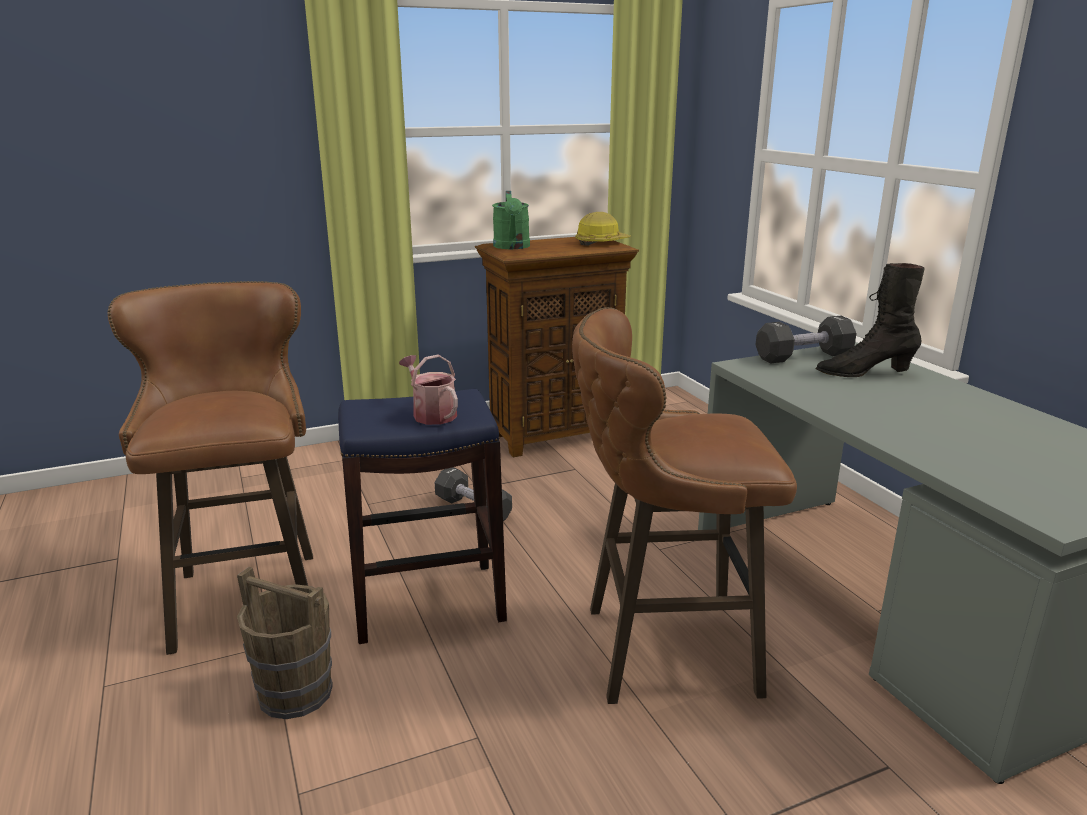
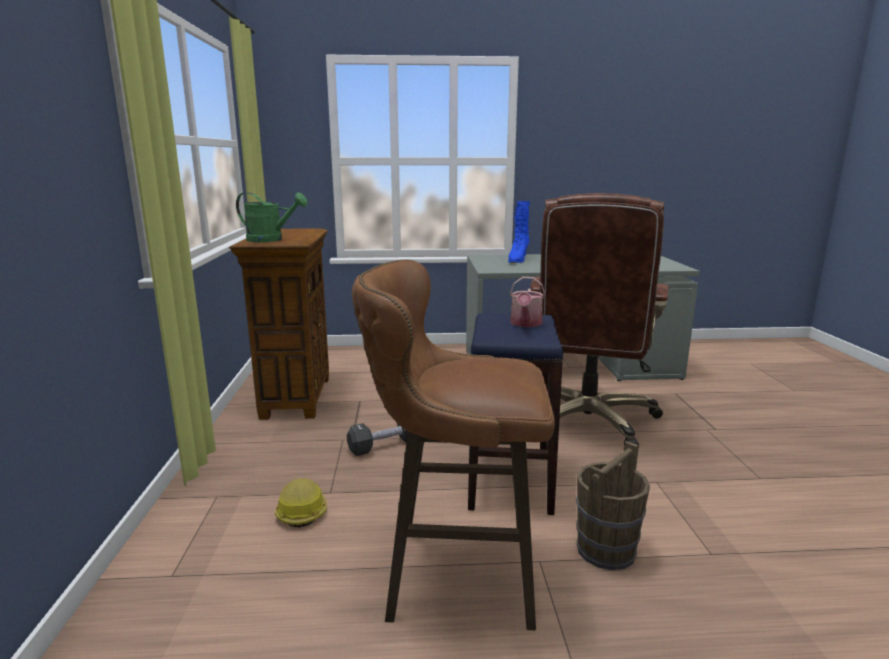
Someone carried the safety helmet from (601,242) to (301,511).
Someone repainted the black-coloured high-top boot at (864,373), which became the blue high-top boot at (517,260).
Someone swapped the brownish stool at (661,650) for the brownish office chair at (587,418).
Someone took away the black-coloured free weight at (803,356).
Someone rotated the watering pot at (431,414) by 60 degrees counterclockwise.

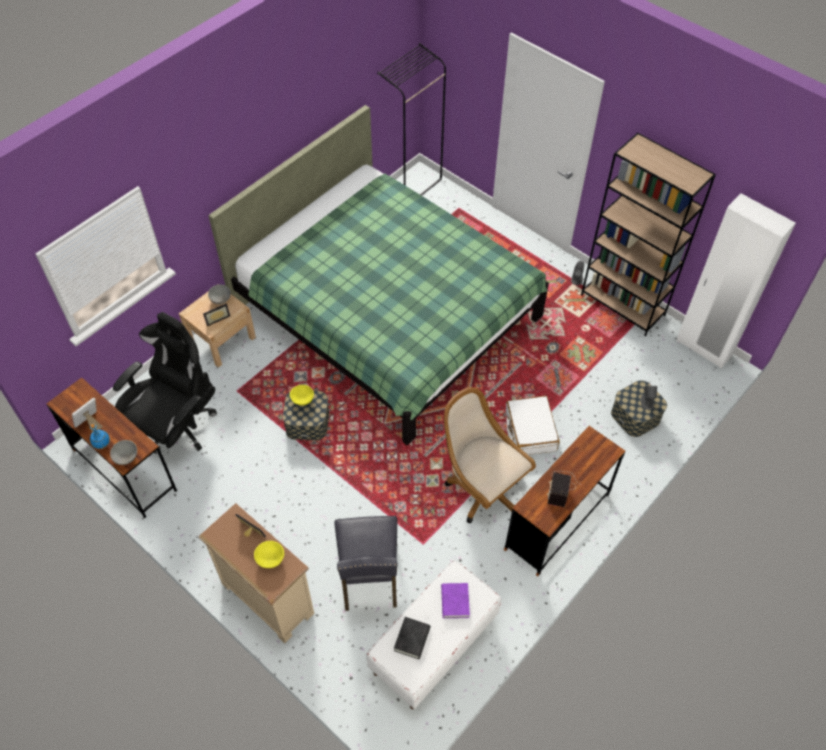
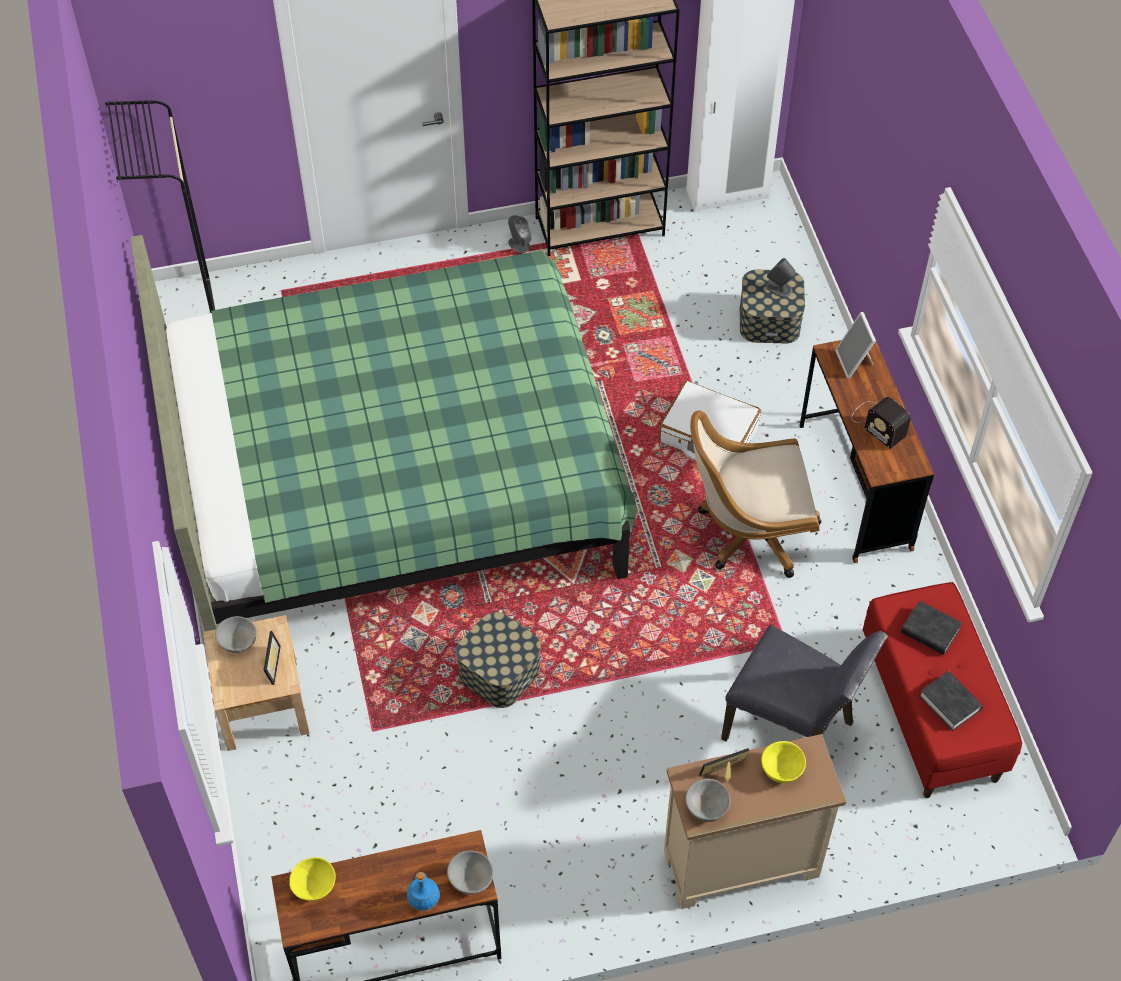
Someone took away the black-coloured office chair at (176,429).
Someone carried the yellow bowl from (302,400) to (315,887).
Someone carried the picture frame from (90,424) to (854,362).
Someone repainted the white long seat at (433,646), which became the reddish long seat at (931,712).
Someone repainted the purple volume at (455,602), which became the black-coloured volume at (930,631).
Someone put down the grey bowl at (706,808).

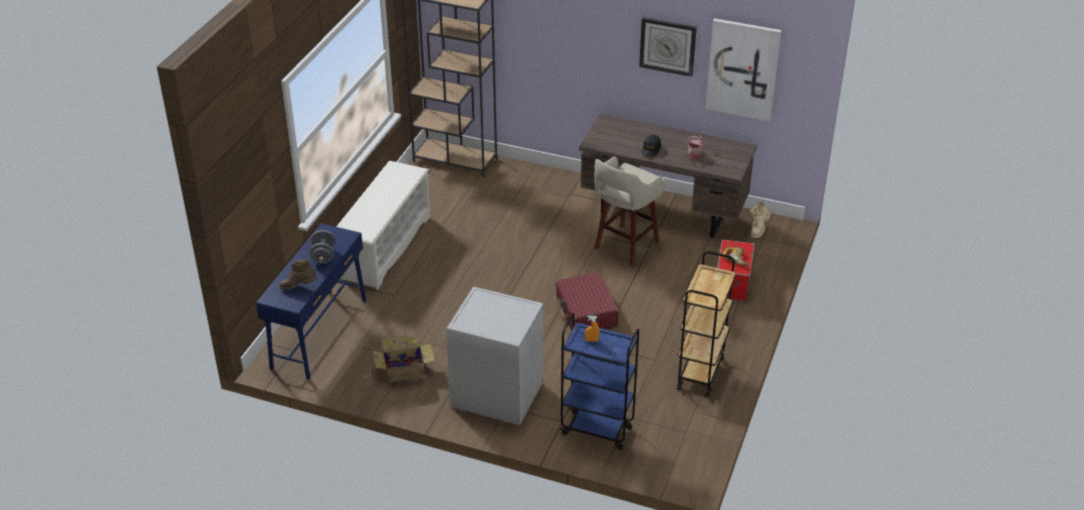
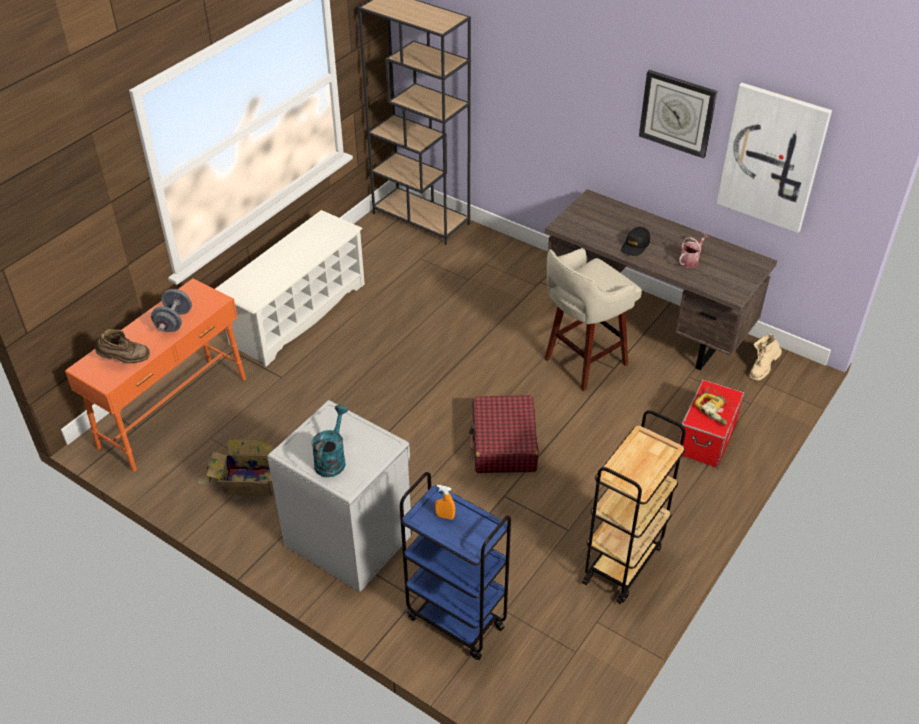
Someone repainted the blue console table at (320,334), which became the orange console table at (174,413).
Someone rotated the brownish high-top boot at (299,288) by 150 degrees clockwise.
Someone put down the turquoise-coloured watering pot at (332,459).

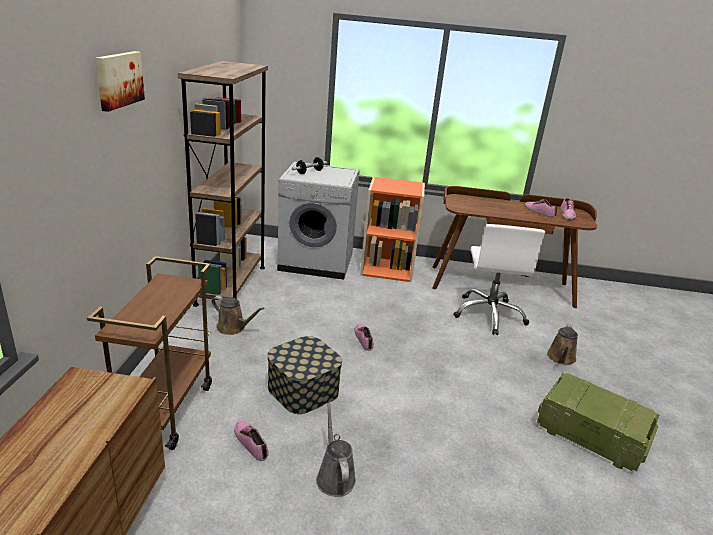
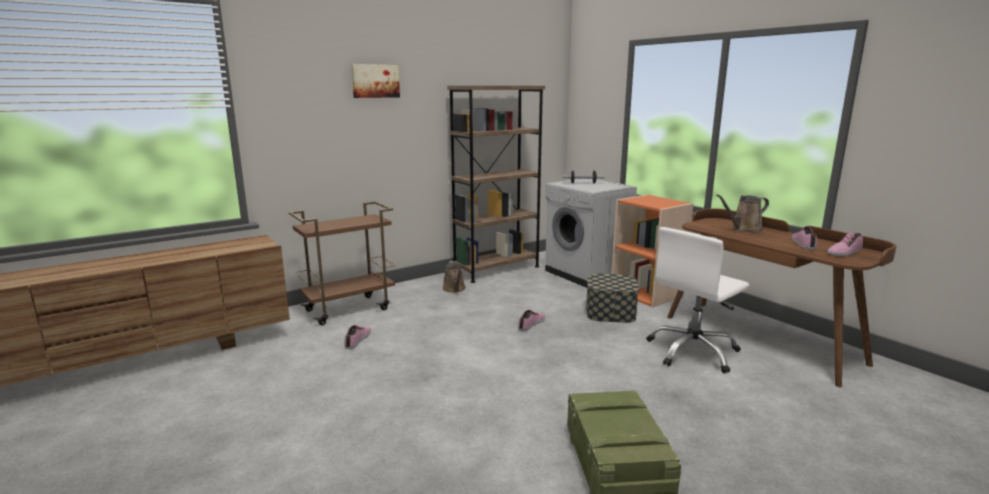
Someone carried the brownish watering pot from (561,358) to (744,229).
Someone carried the storage box from (303,389) to (610,312).
Someone took away the grey watering pot at (334,476).

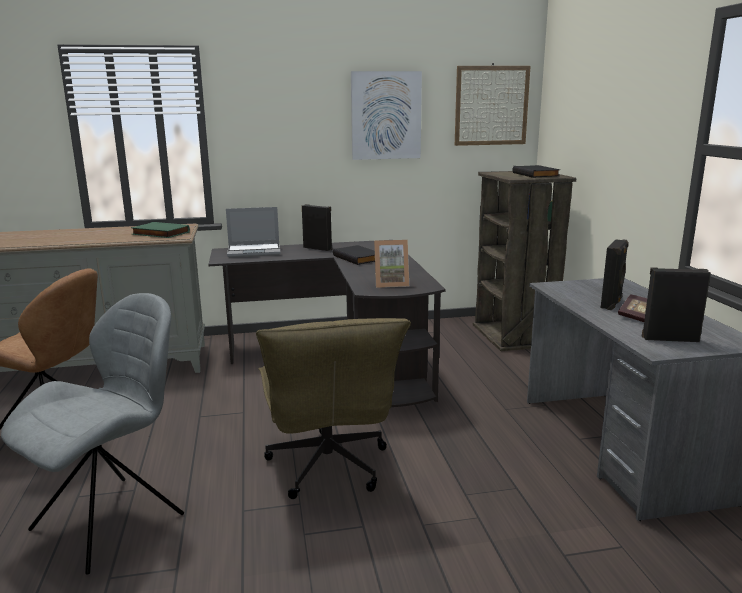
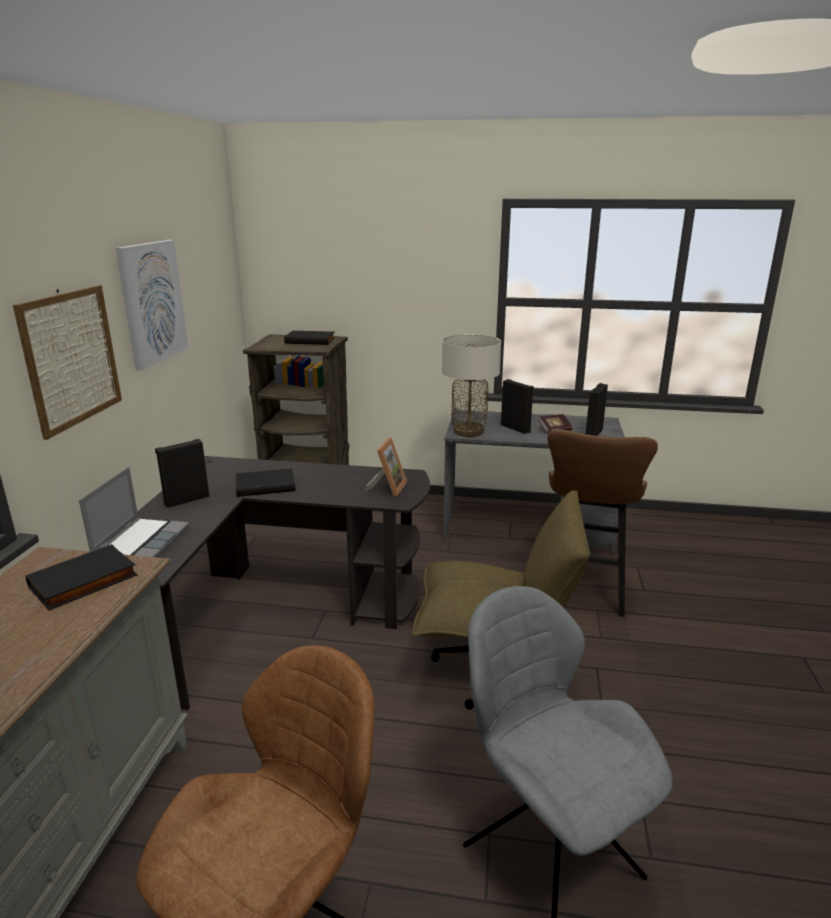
Someone carried the wall picture from (491,104) to (71,356).
Someone repainted the greenish volume at (159,233), which became the black-coloured volume at (83,582).
Someone put down the table lamp at (468,431).
Someone put down the brownish stool at (583,594).

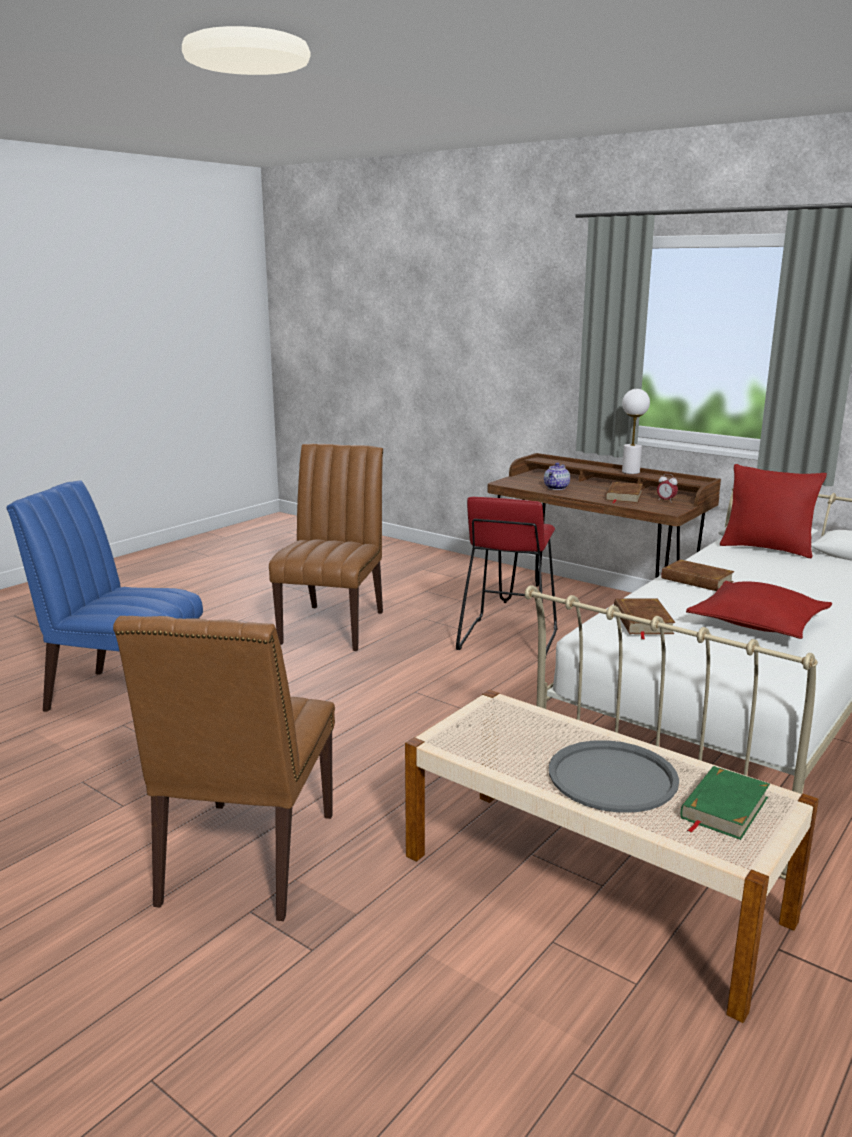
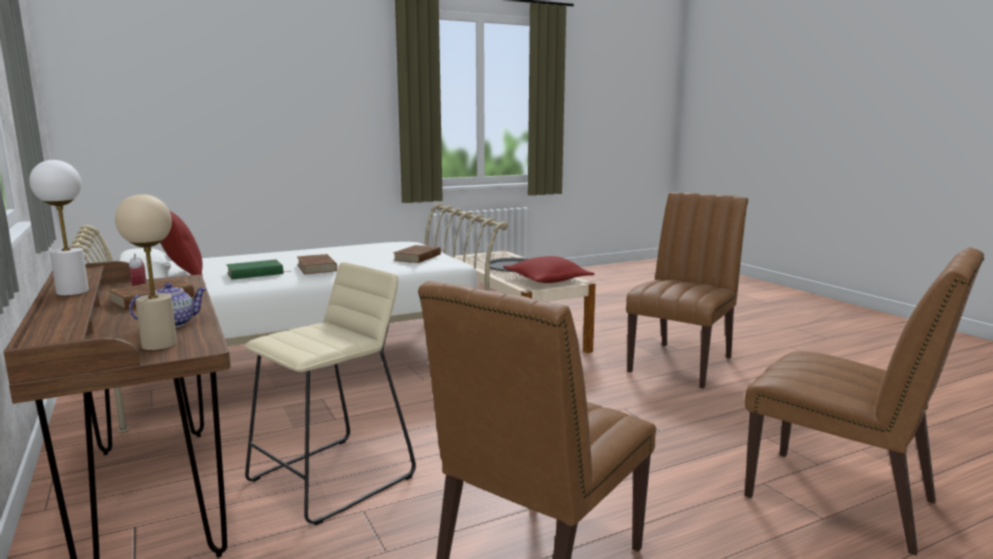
Someone repainted the blue plain chair at (126,698), which became the brownish plain chair at (838,498).
Someone repainted the reddish stool at (507,638), which became the beige-coloured stool at (332,479).
Someone carried the reddish pillow from (757,623) to (547,280).
Someone carried the greenish volume from (723,808) to (255,273).
Someone put down the beige-coloured table lamp at (159,345).

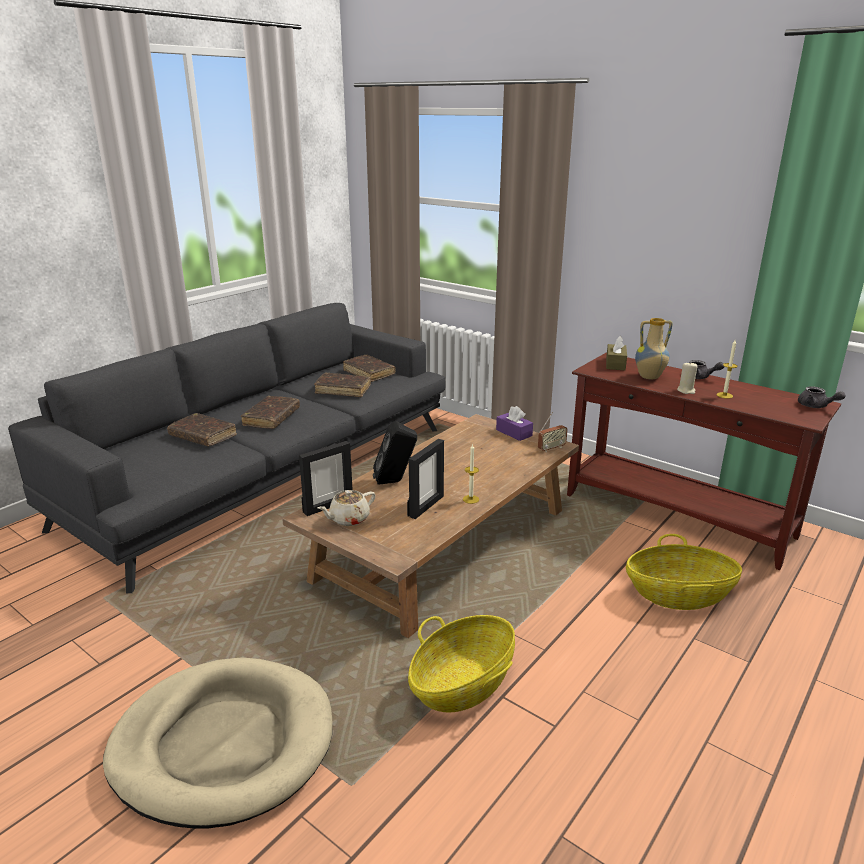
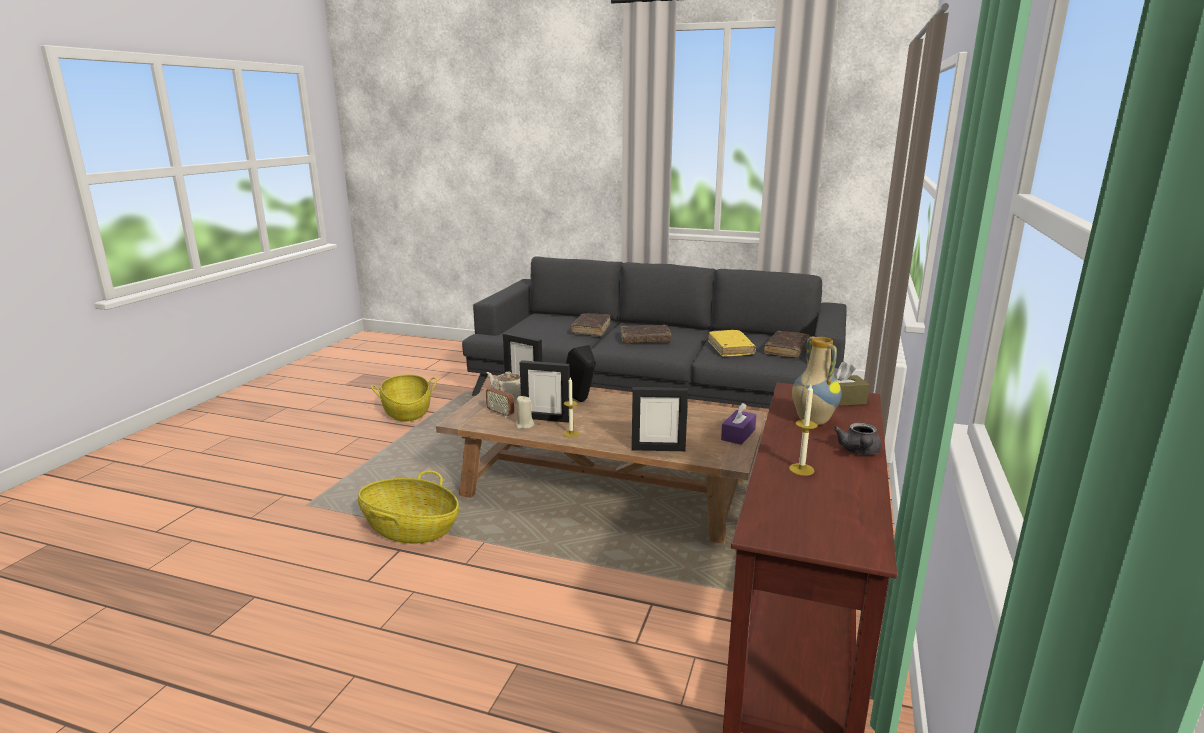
Someone carried the beige-coloured wax light from (686,391) to (524,425).
Someone repainted the brownish volume at (343,390), which became the yellow volume at (730,349).
Someone took away the grey tea pot at (816,406).
Someone carried the radio set from (551,448) to (500,413).
Someone carried the basket from (678,595) to (407,411).
Someone took away the beige-coloured dog bed at (224,744).
Someone put down the picture frame at (658,448).

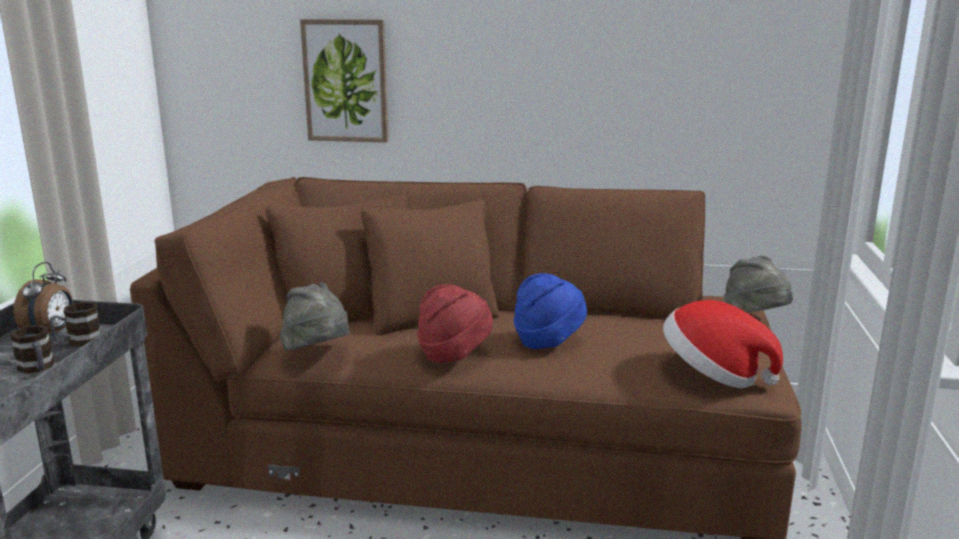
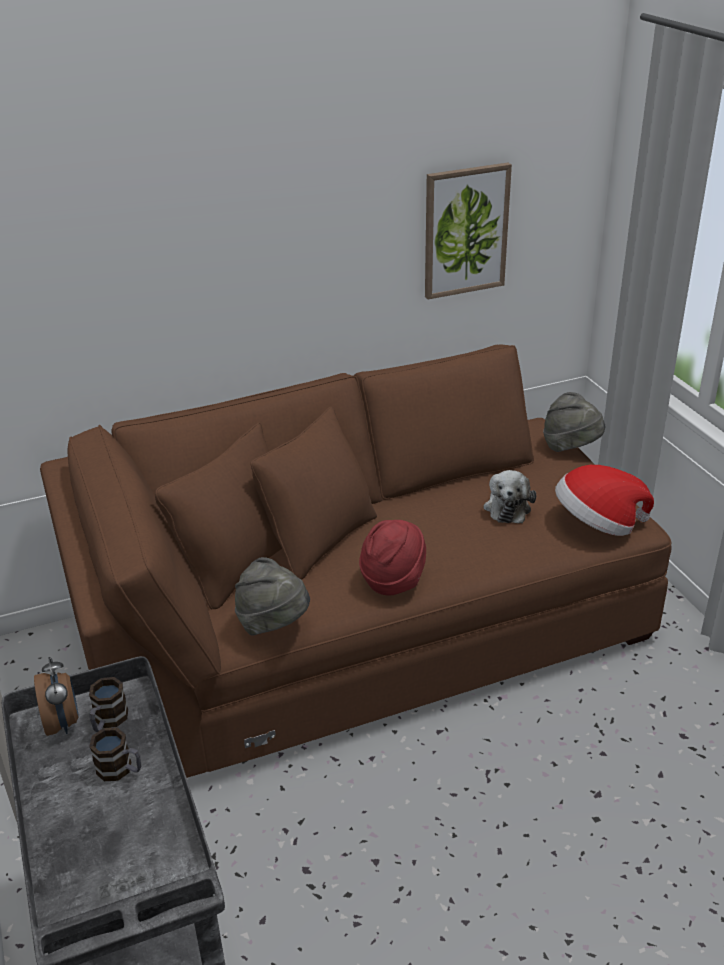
Someone carried the wall picture from (346,81) to (465,231).
Someone took away the blue wearable hat at (548,341).
Someone put down the plush toy at (507,507).

